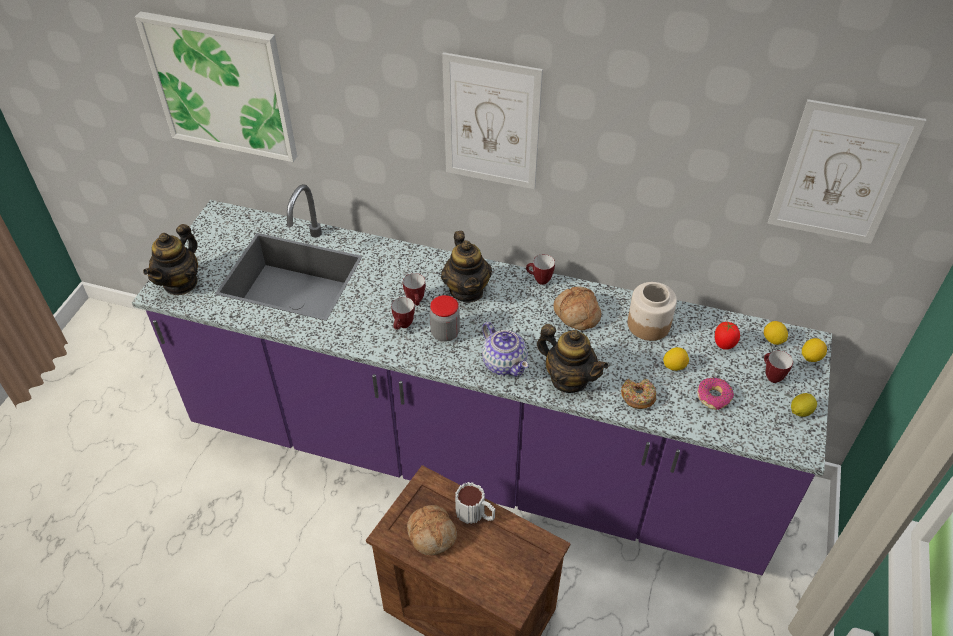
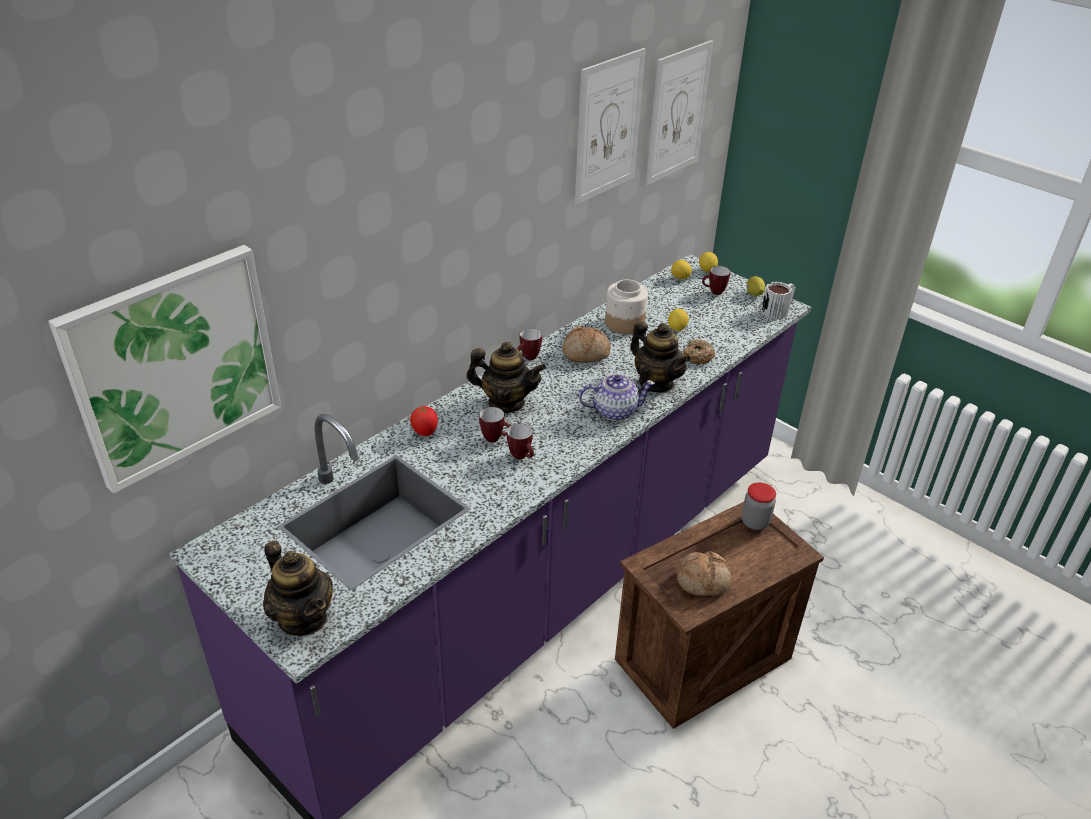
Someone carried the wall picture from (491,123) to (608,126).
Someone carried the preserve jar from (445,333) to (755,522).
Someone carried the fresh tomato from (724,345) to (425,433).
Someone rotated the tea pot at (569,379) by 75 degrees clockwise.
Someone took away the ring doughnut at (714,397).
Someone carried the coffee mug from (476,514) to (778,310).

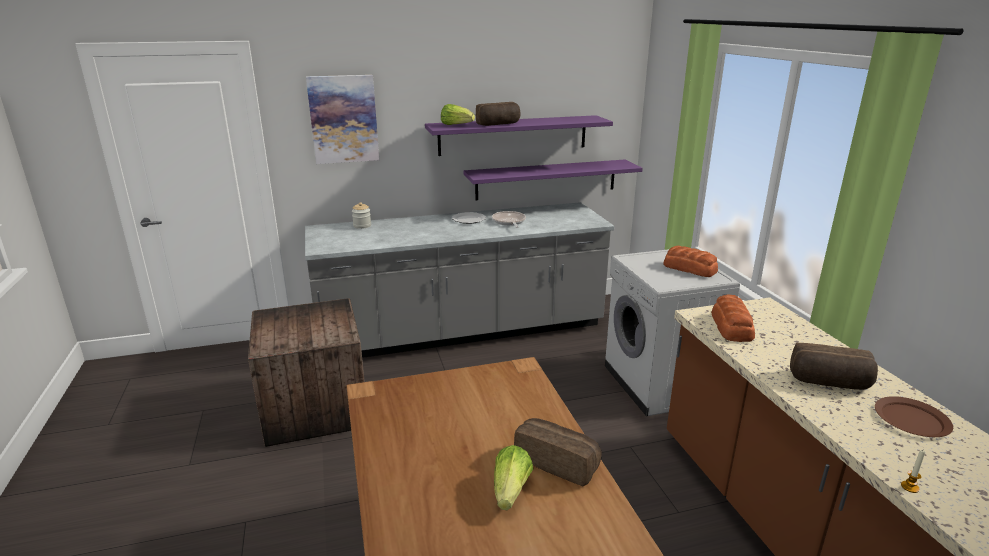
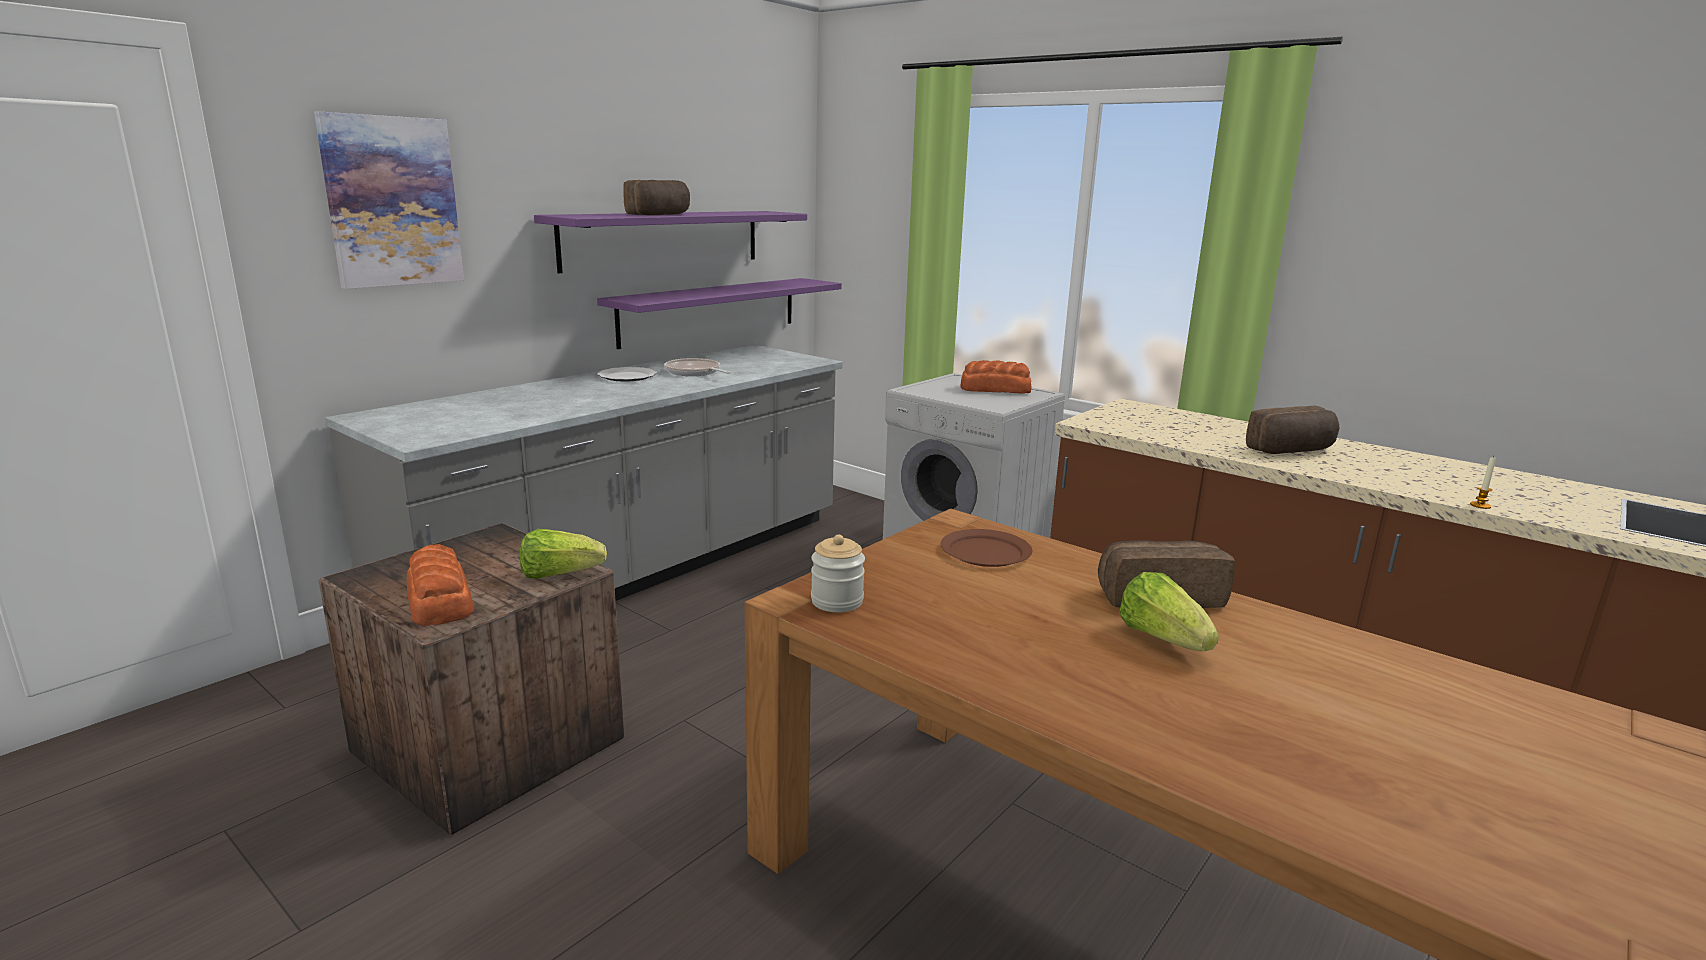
Someone carried the lettuce head from (456,125) to (559,575).
Someone carried the preserve jar from (362,226) to (837,601).
Someone carried the baked bread from (731,327) to (439,600).
Someone carried the brownish plate from (912,420) to (986,552).

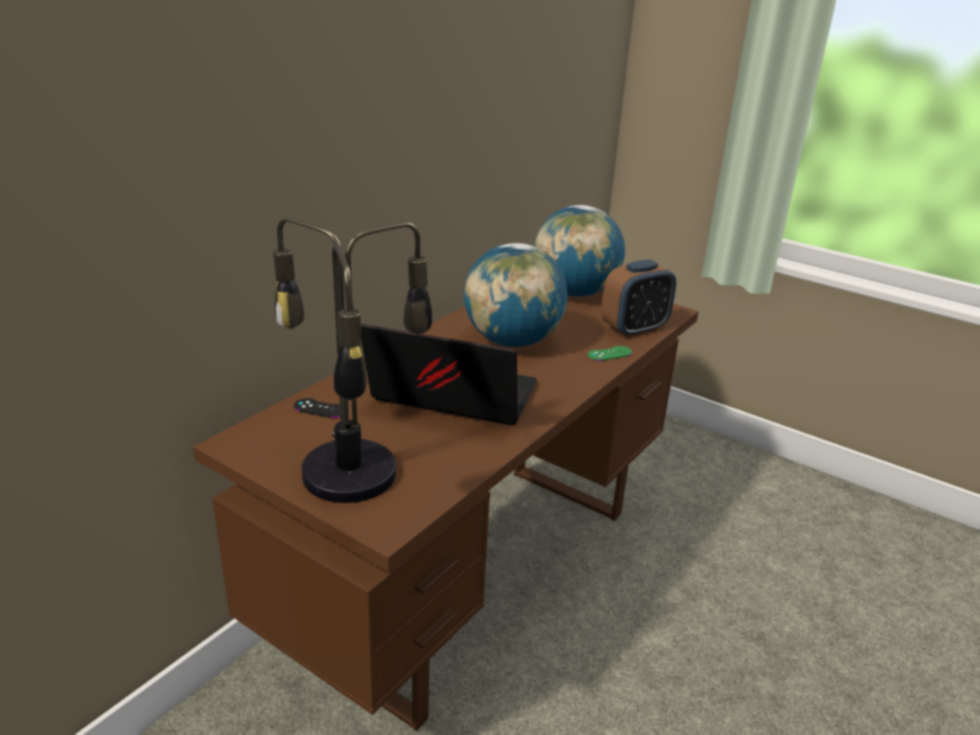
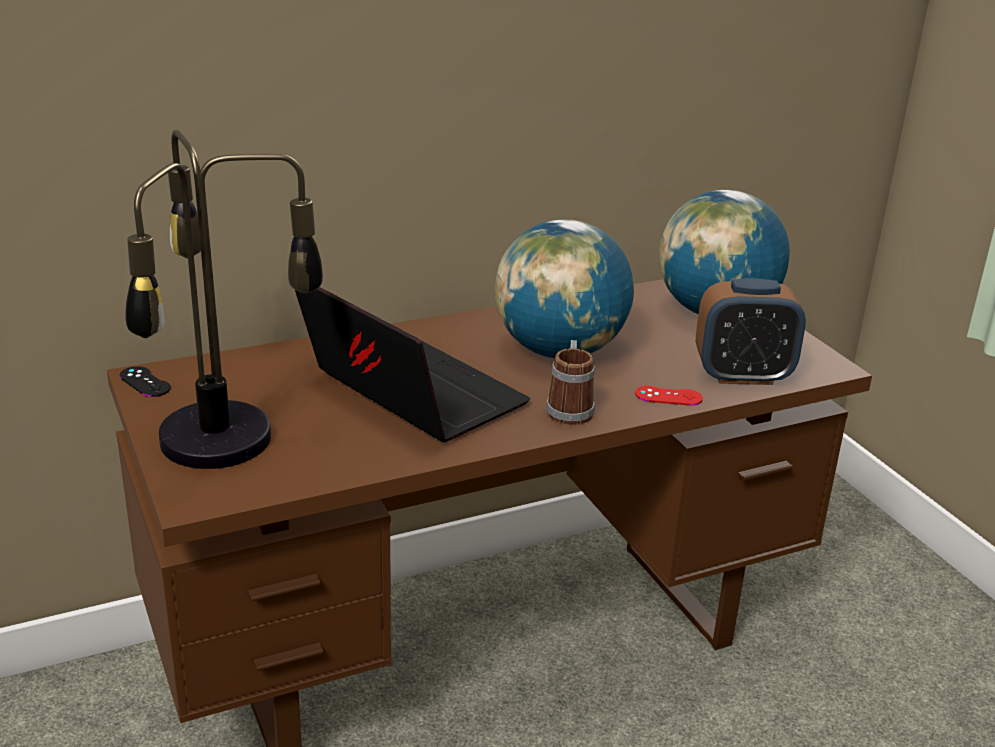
Someone repainted the greenish gamepad at (609,354), which became the reddish gamepad at (668,396).
Someone carried the black-coloured gamepad from (320,408) to (145,382).
Someone put down the coffee mug at (569,408).

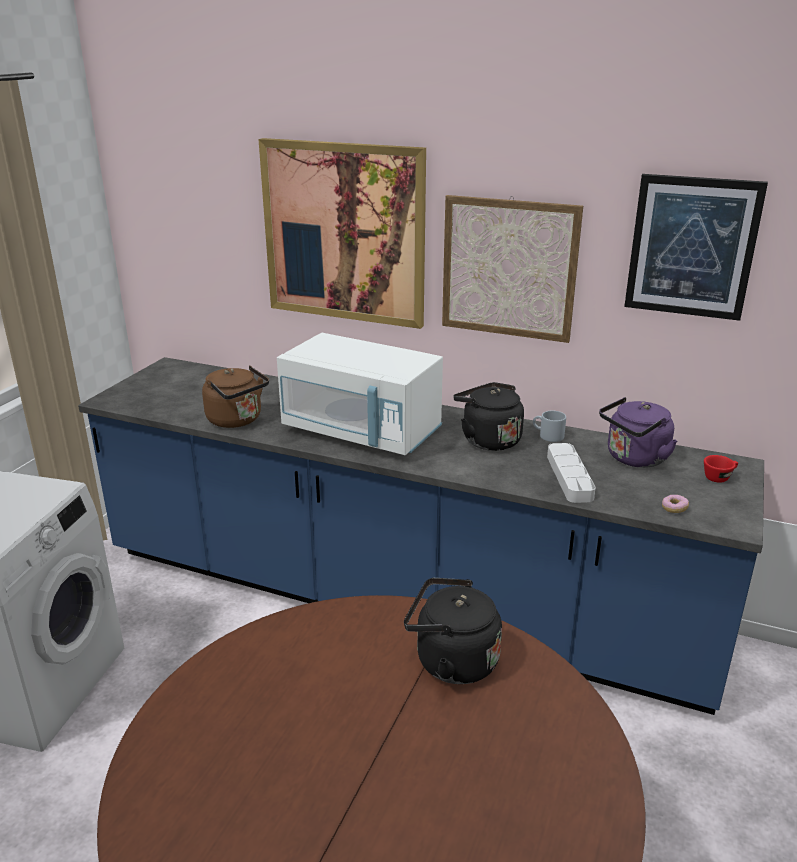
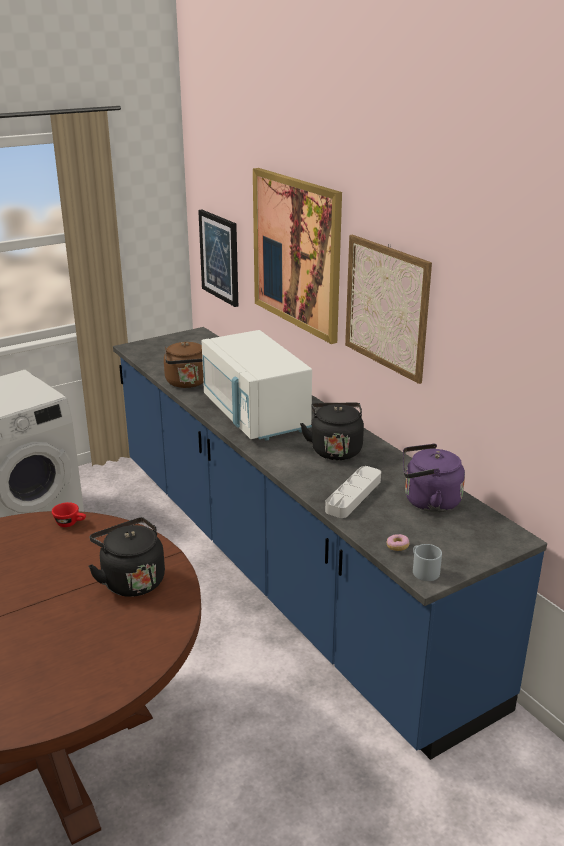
Someone carried the wall picture from (692,247) to (220,257).
Someone carried the grey coffee mug from (547,435) to (422,570).
Someone carried the reddish cup from (719,477) to (70,523).

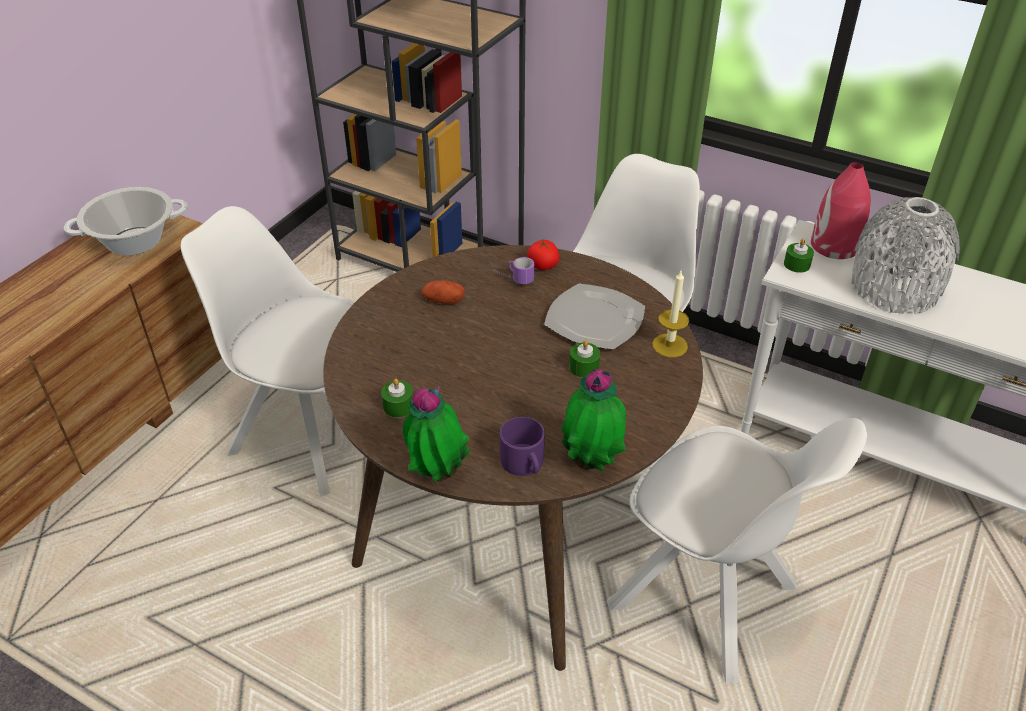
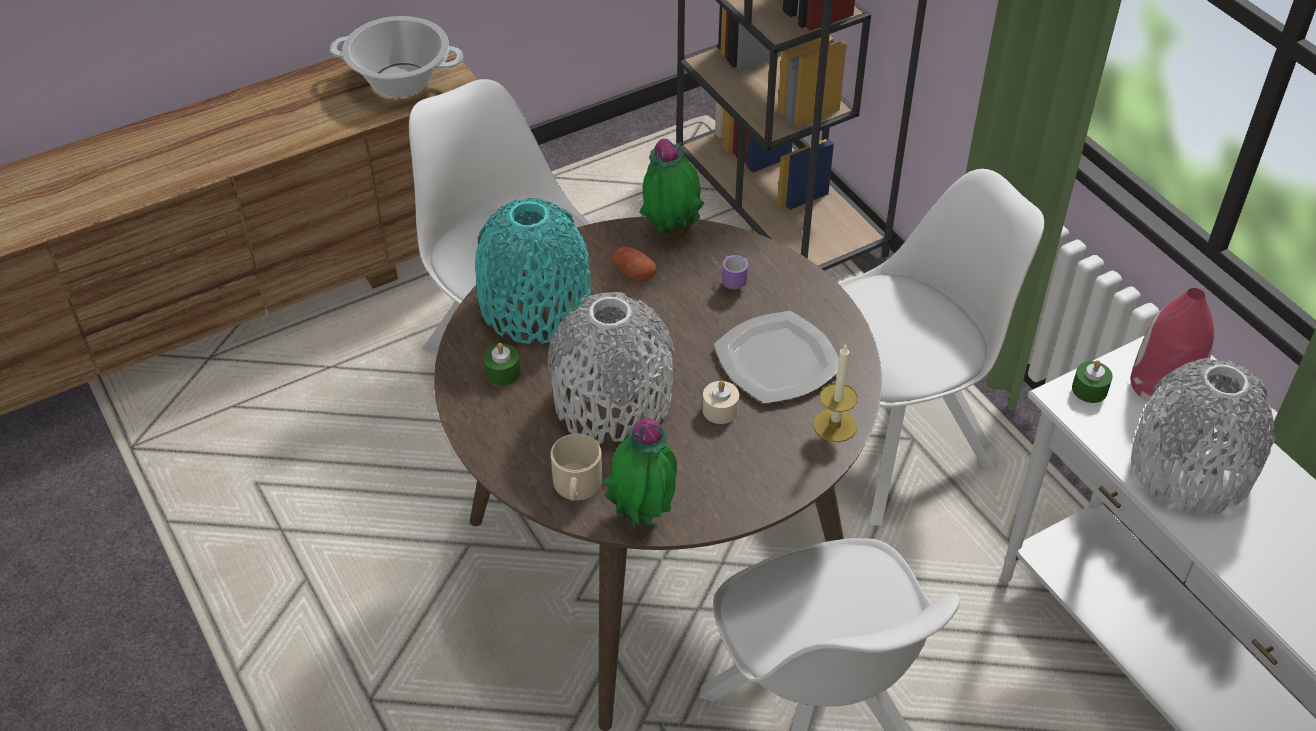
Someone took away the fresh tomato at (543,266).
Someone repainted the greenish wax light at (584,367), which became the beige-coloured wax light at (720,410).
Someone carried the plant in a pot from (437,473) to (671,230).
Someone repainted the purple coffee mug at (524,463), which became the beige-coloured coffee mug at (576,486).
Someone put down the turquoise-coloured vase at (535,306).
Someone put down the grey vase at (612,402).

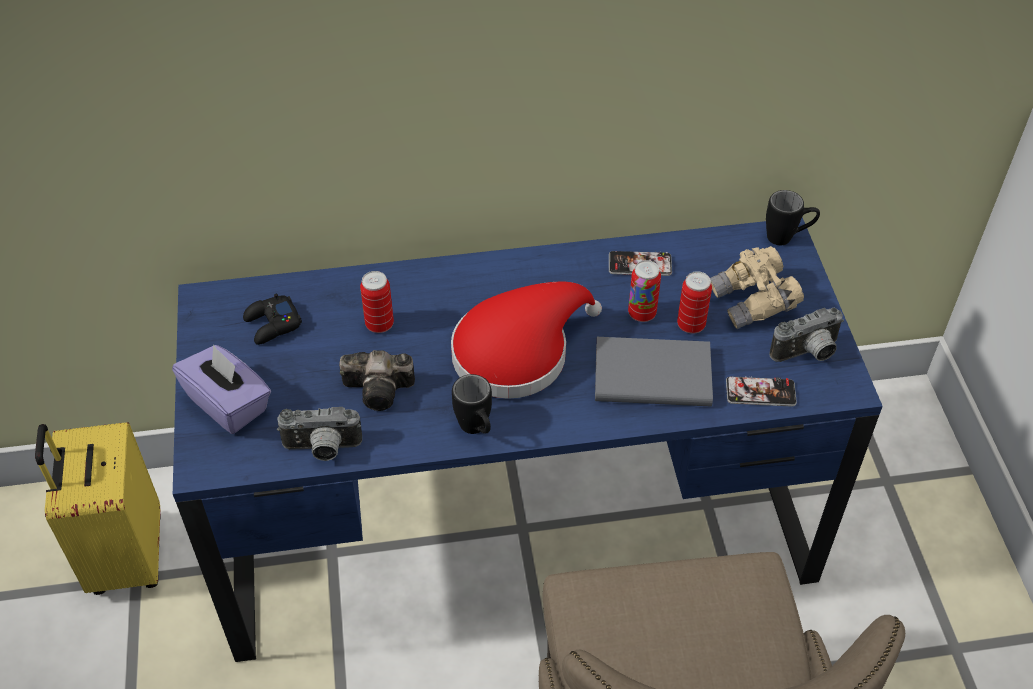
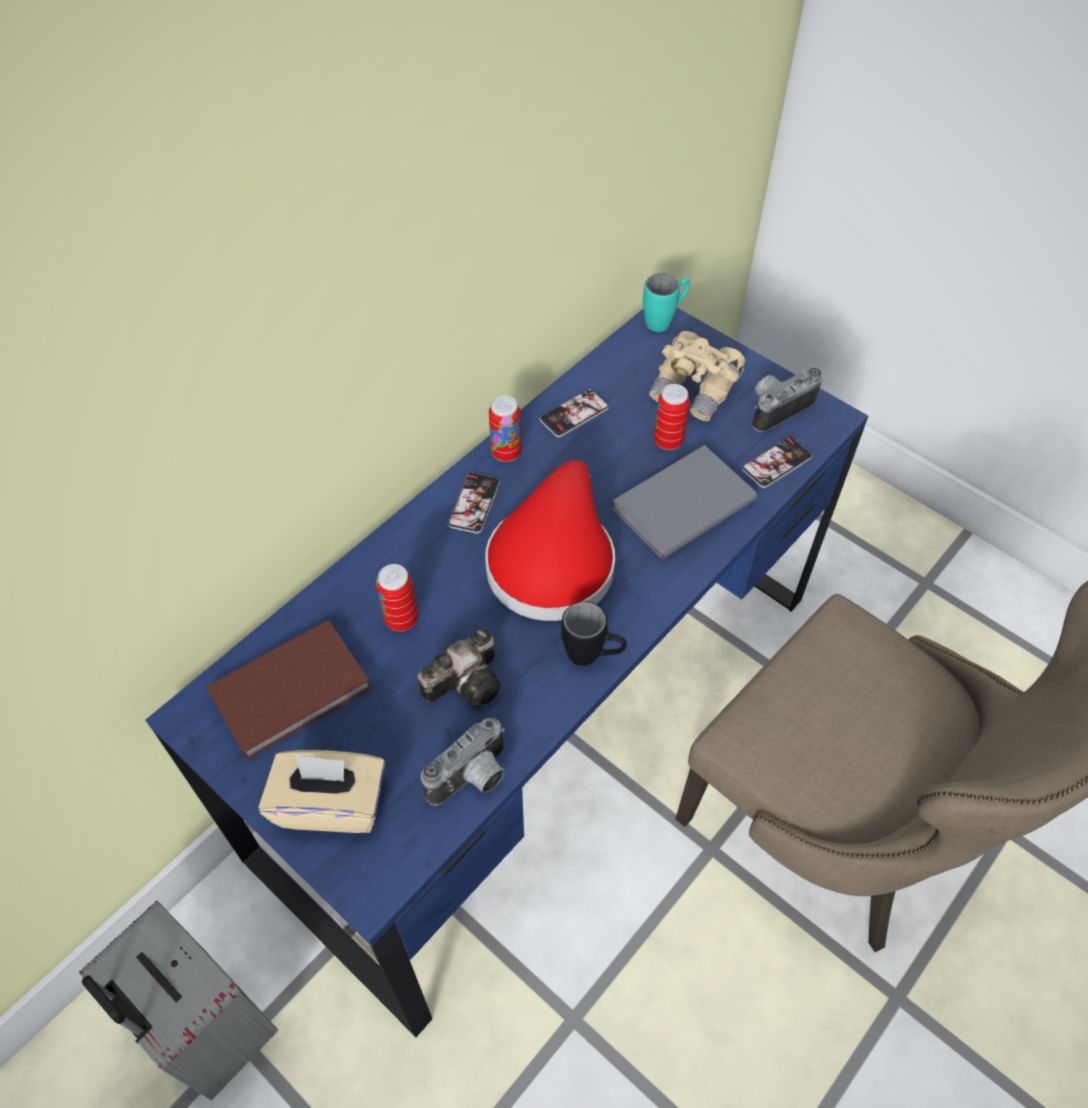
Someone repainted the black-coloured coffee mug at (787,237), which became the turquoise-coloured coffee mug at (664,320).
Someone carried the sealed can from (642,313) to (506,452).
Someone swapped the black-coloured gamepad at (272,324) for the brownish volume at (293,692).
Someone rotated the photo camera at (807,354) by 150 degrees counterclockwise.
Someone repainted the purple tissue box at (228,403), which became the beige-coloured tissue box at (331,804).
Someone repainted the yellow piece of luggage at (125,556), which became the grey piece of luggage at (209,1029).
Someone put down the telephone at (474,503).

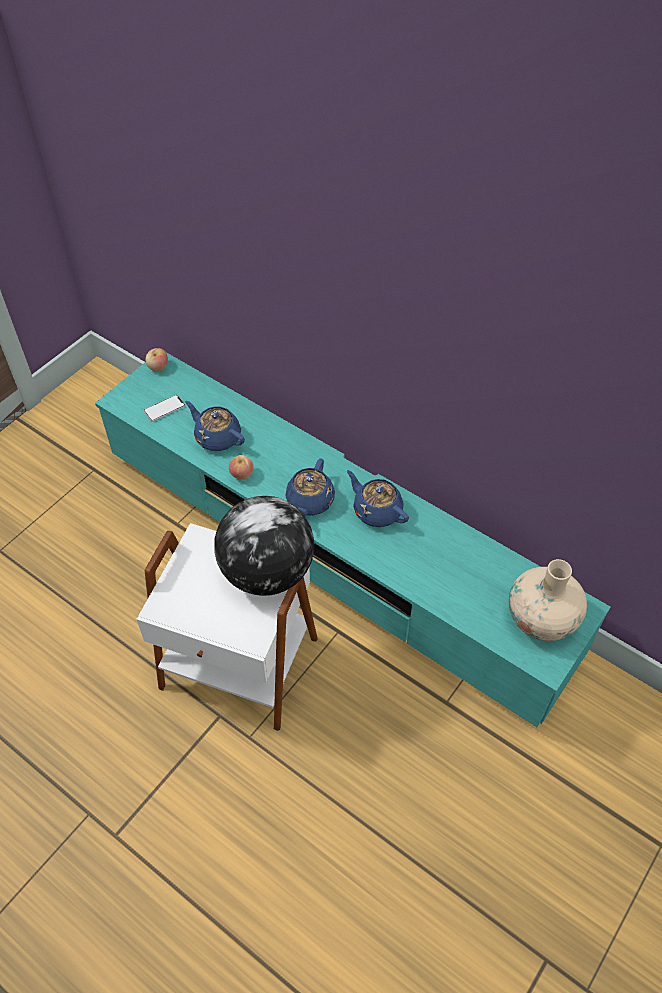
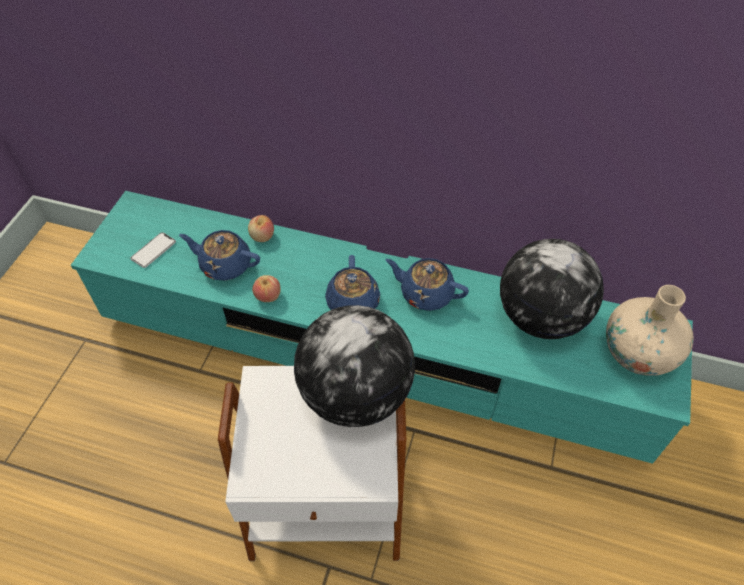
Someone carried the apple from (158,367) to (262,237).
Someone put down the globe at (540,317).

